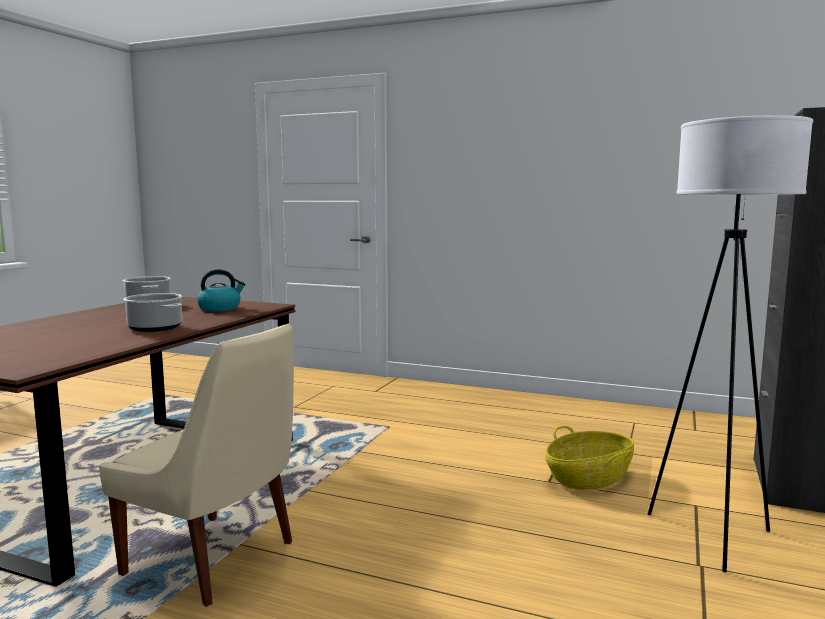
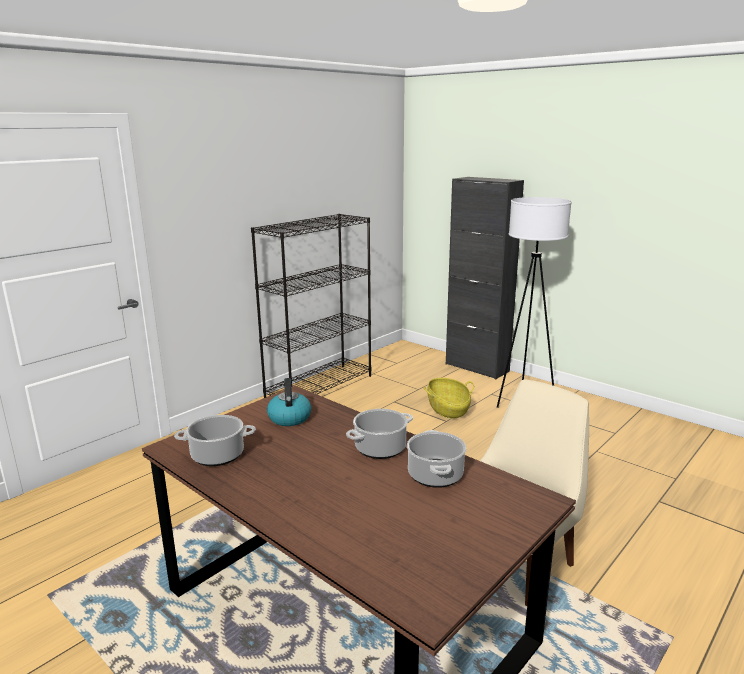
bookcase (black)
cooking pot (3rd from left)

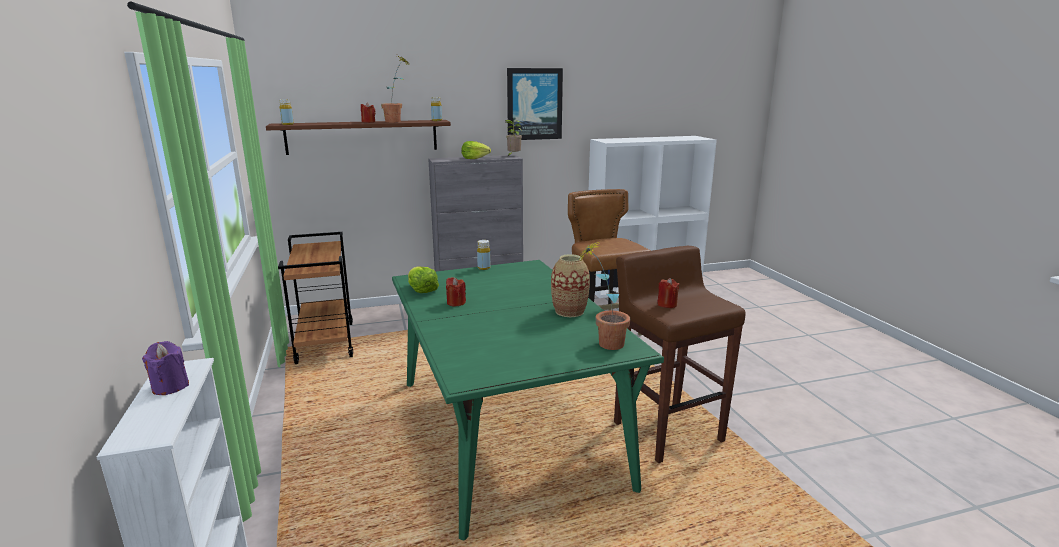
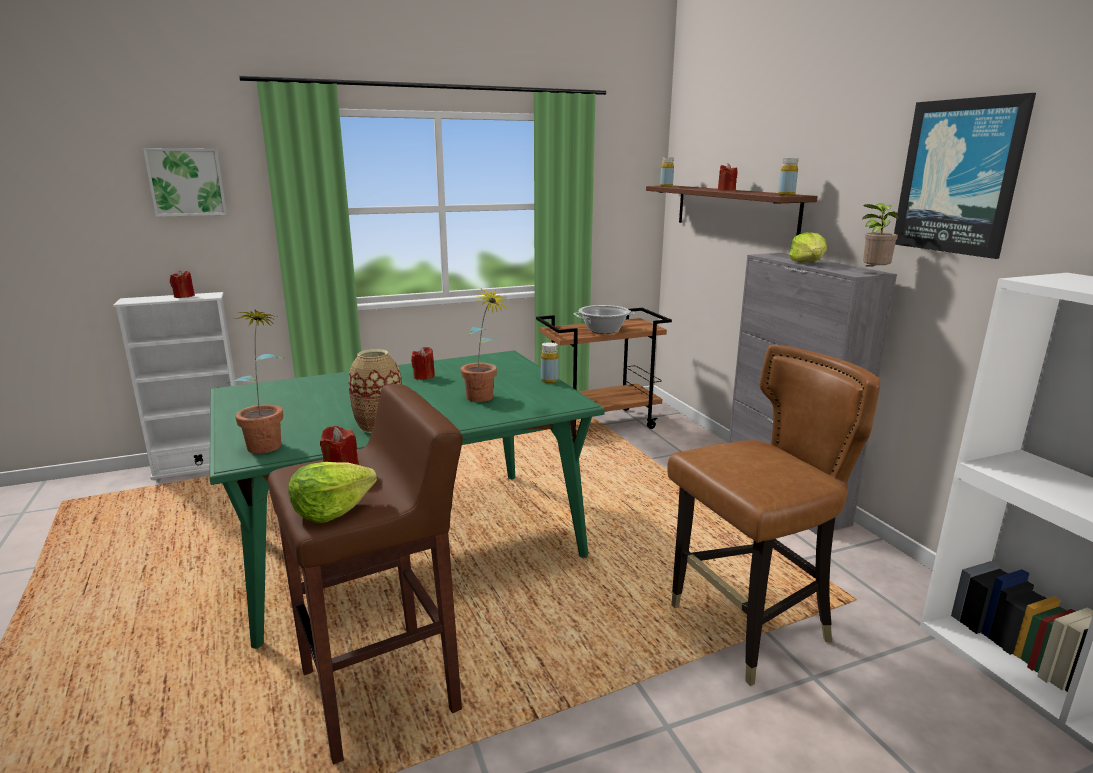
picture (1st from left)
candle (red) (1st from left)
lettuce (1st from left)
potted plant (2nd from left)
cooking pot

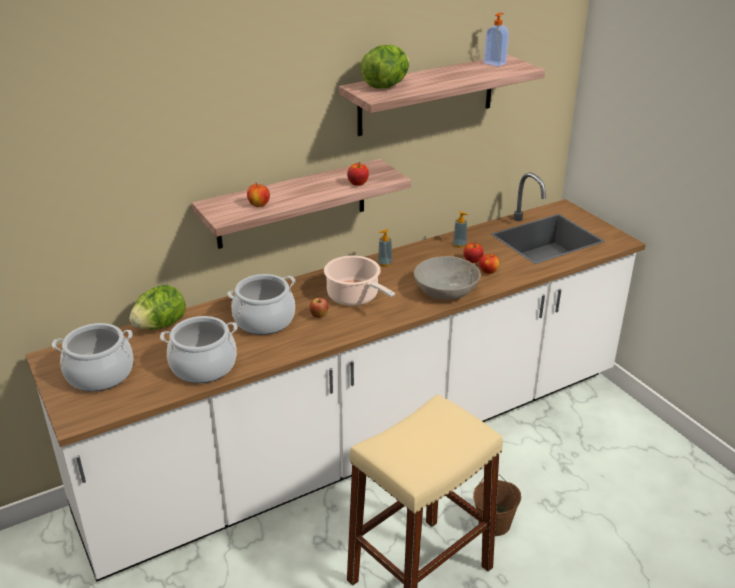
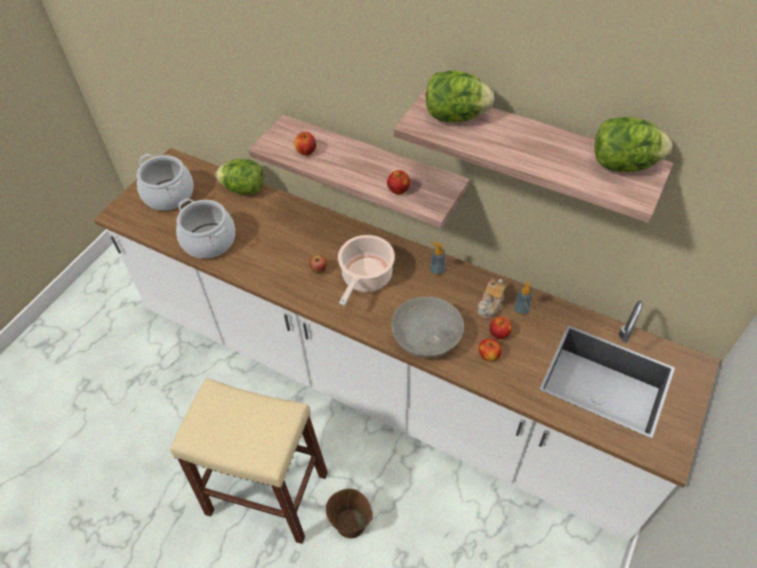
teapot
lettuce (3rd from left)
cooking pot (3rd from left in the first image)

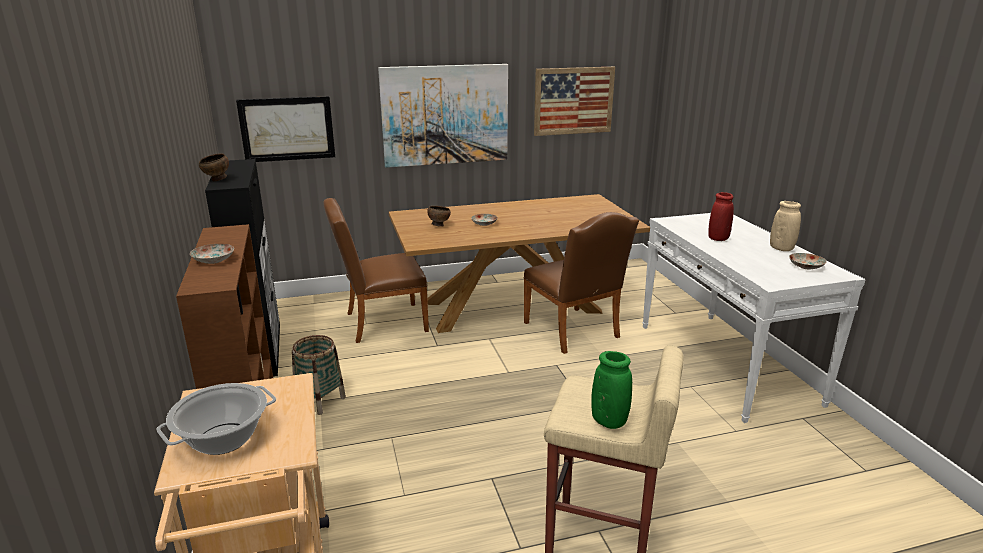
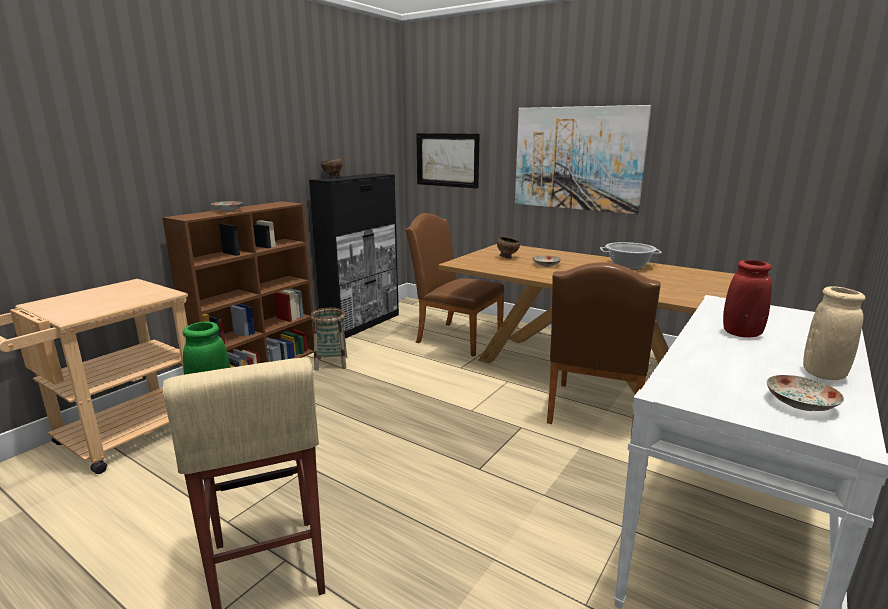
cooking pot
picture (3rd from left in the first image)

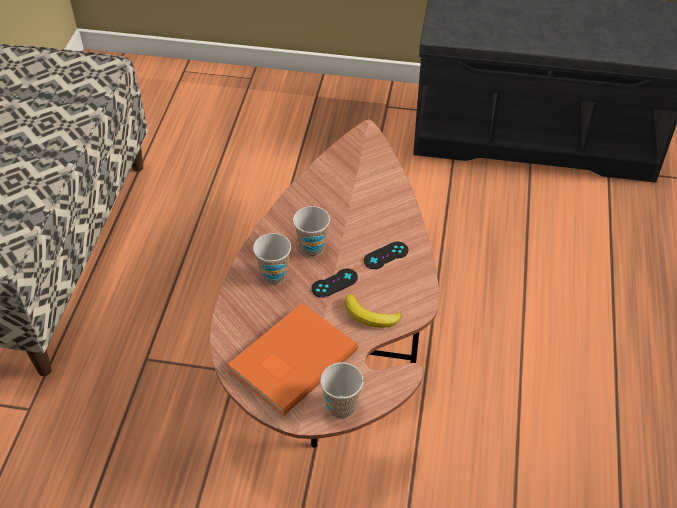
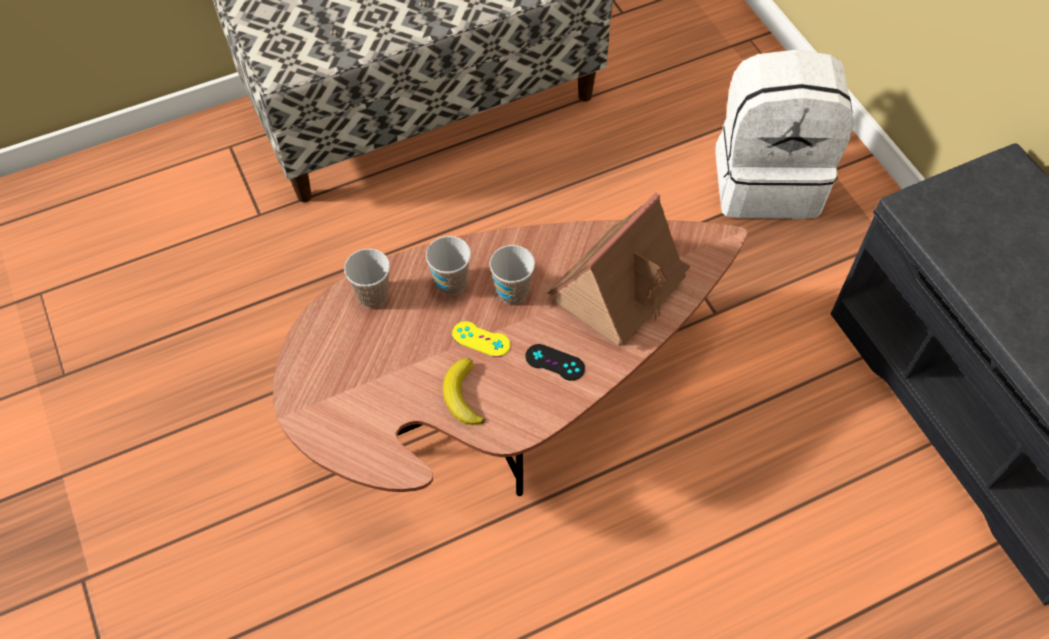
cup (1st from left)
game controller (yellow)
toy house
backpack (white)
book (orange)

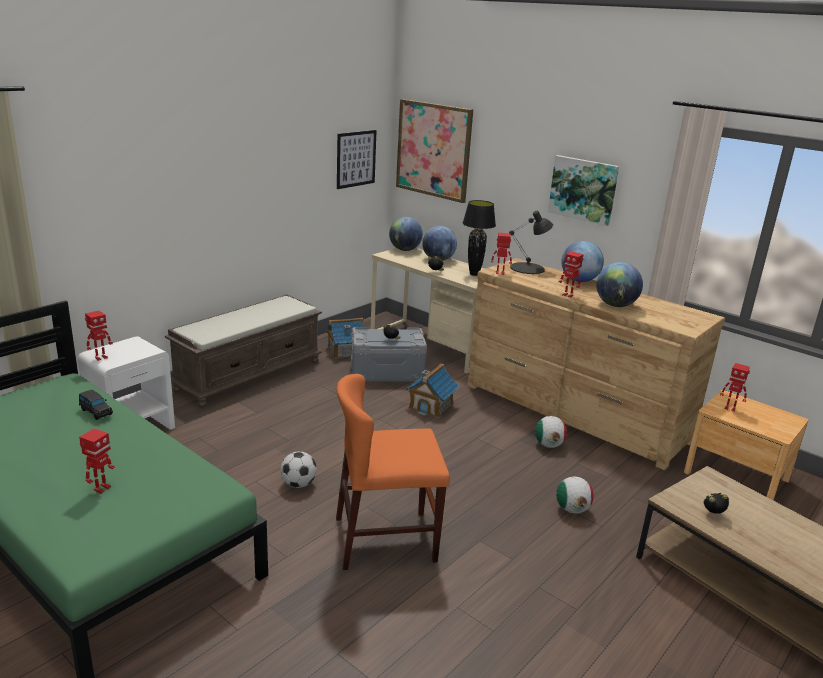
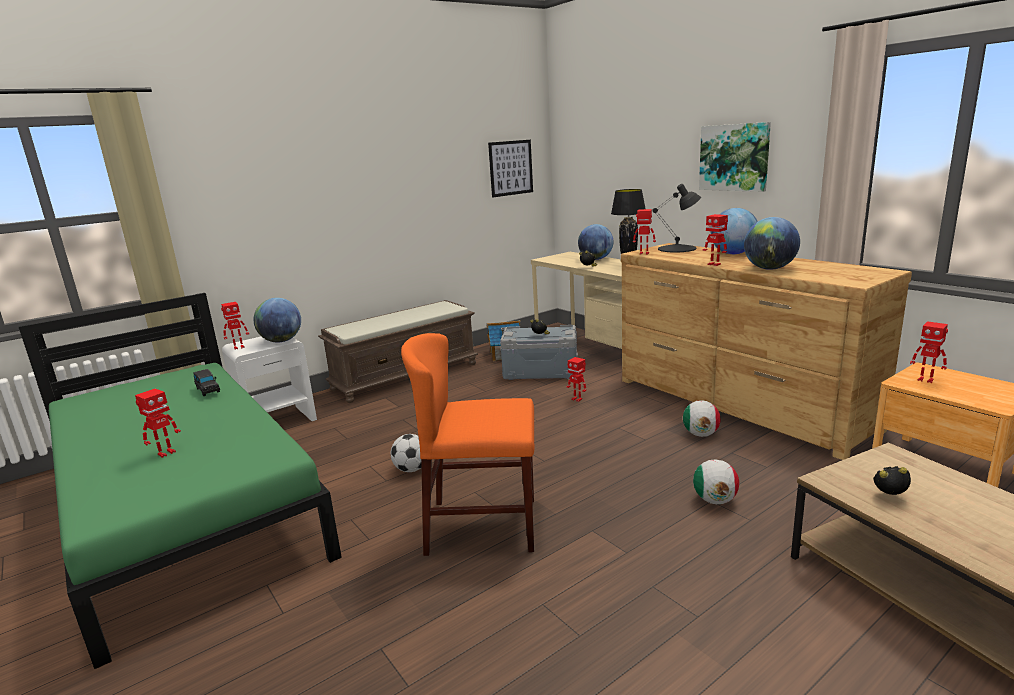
globe (1st from left)
toy robot (3rd from left)
picture (2nd from left in the first image)

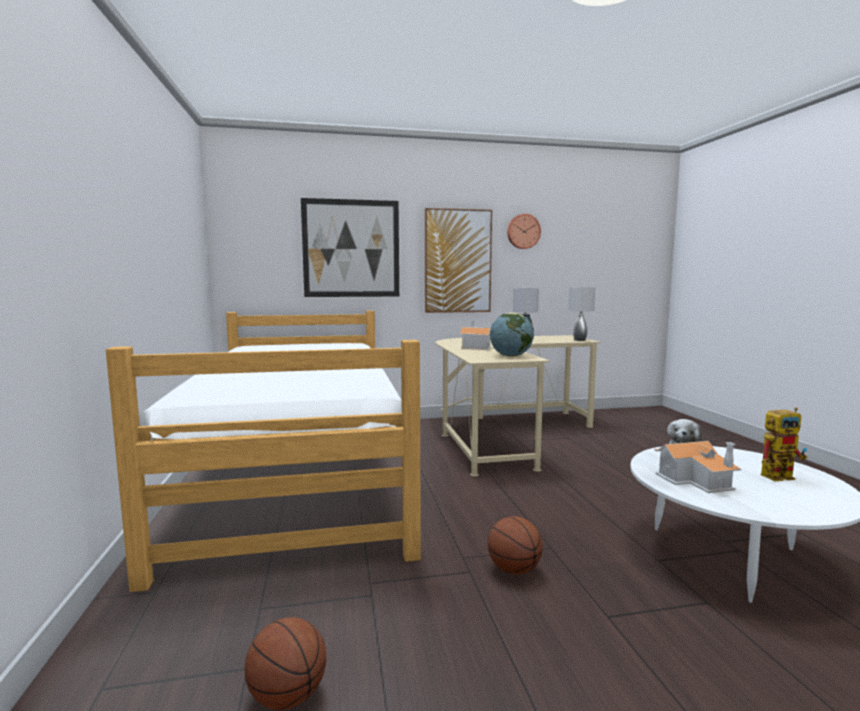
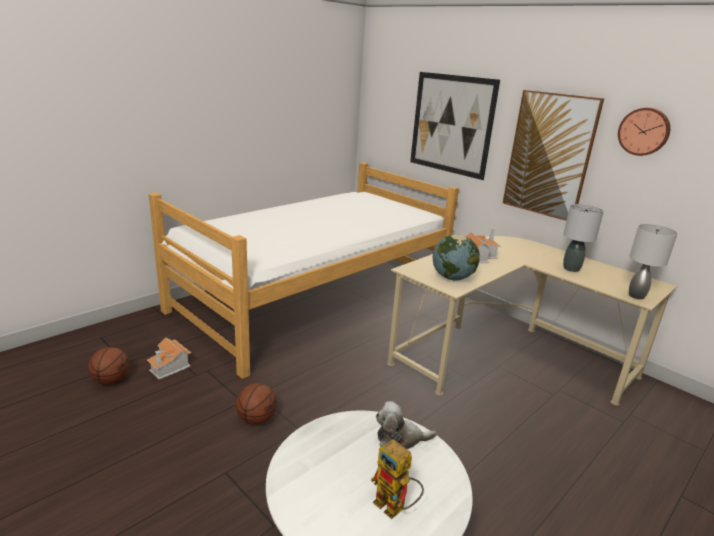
toy house (1st from left)

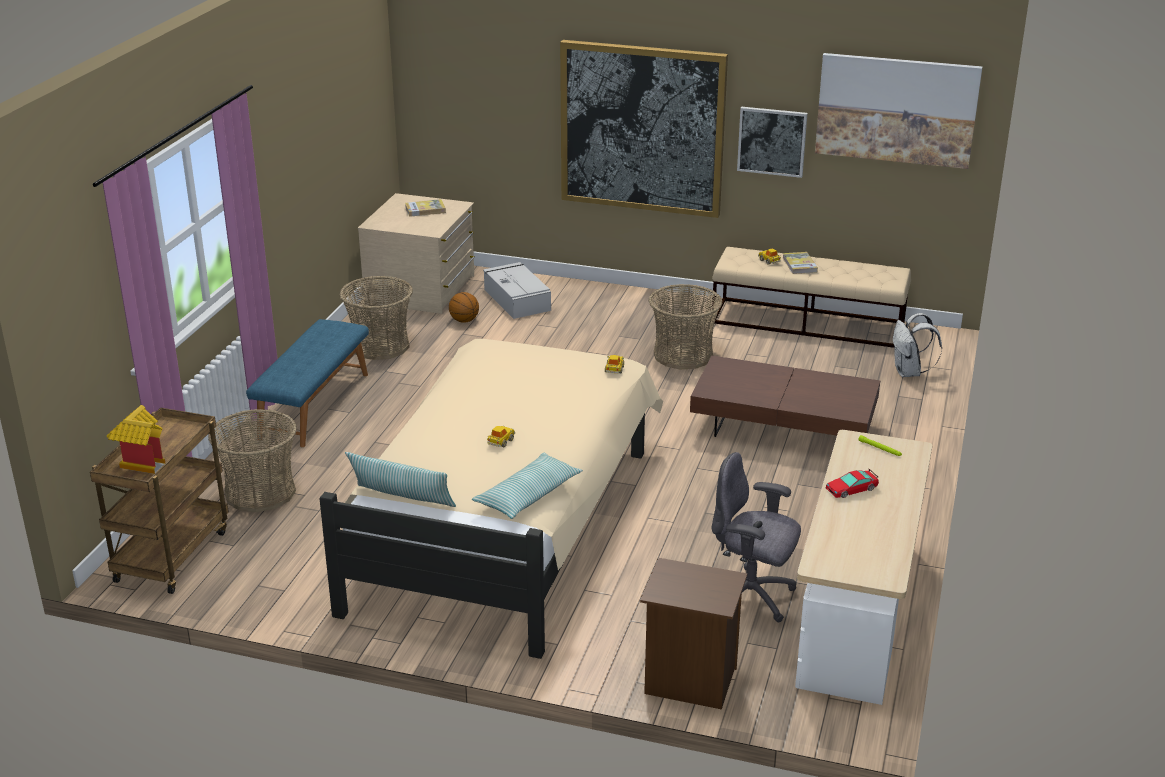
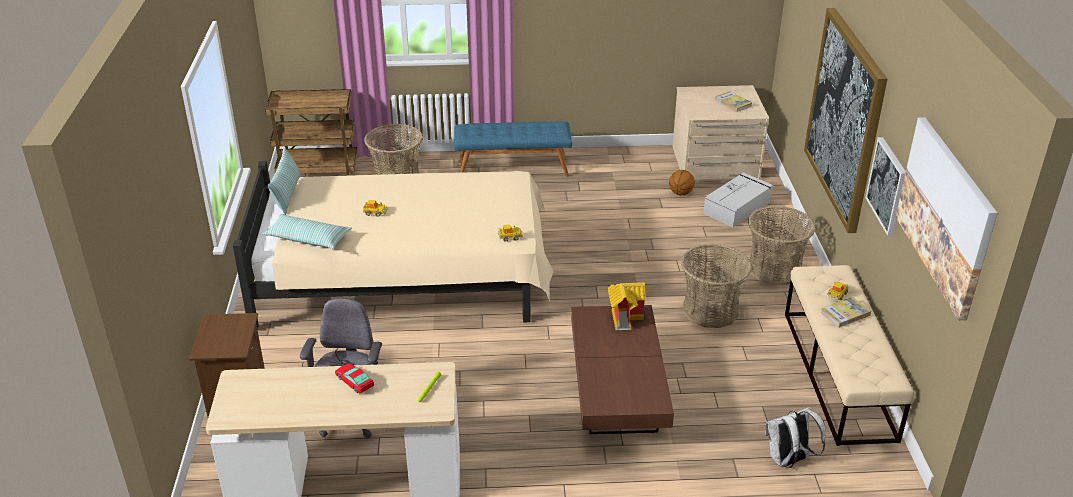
toy house
basket (3rd from left)

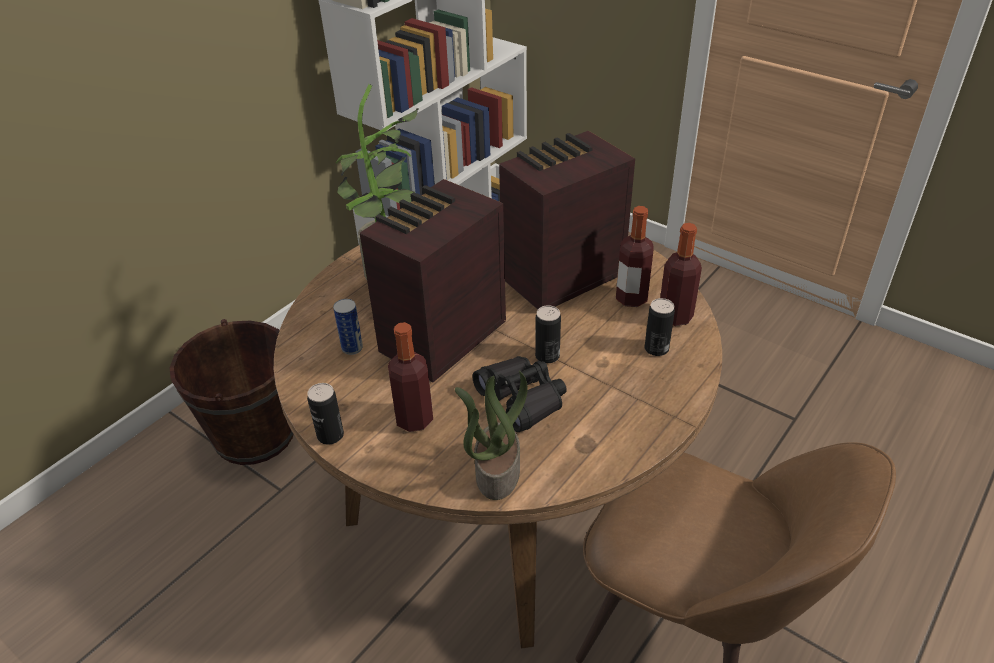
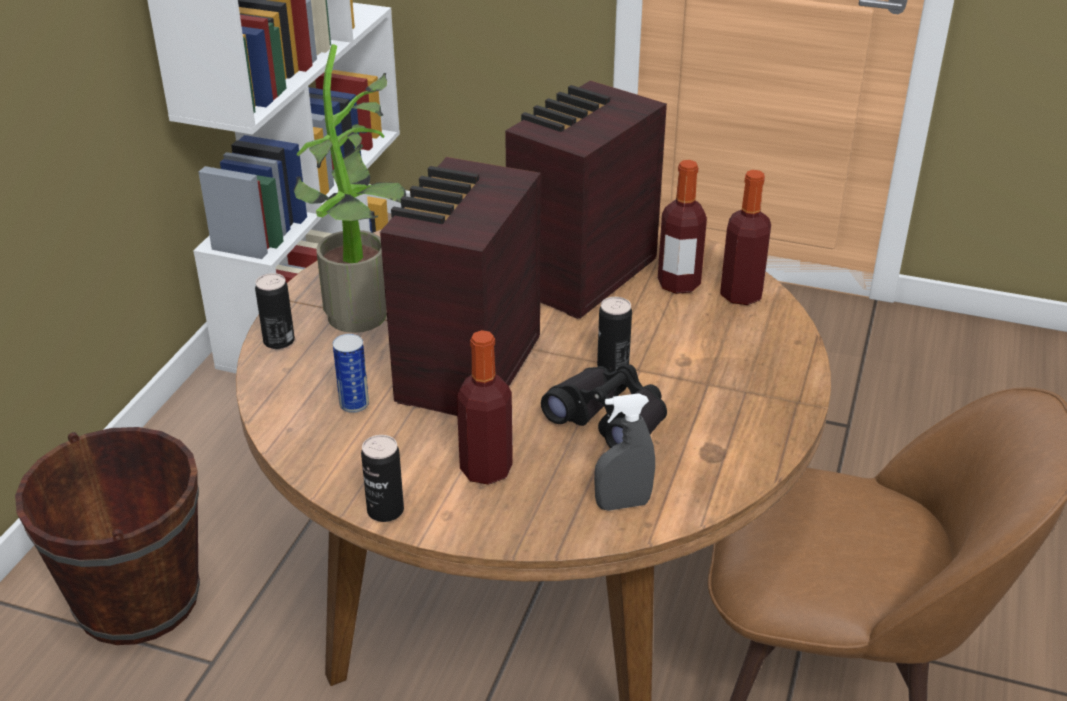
can (1st from left)
spray bottle (grey)

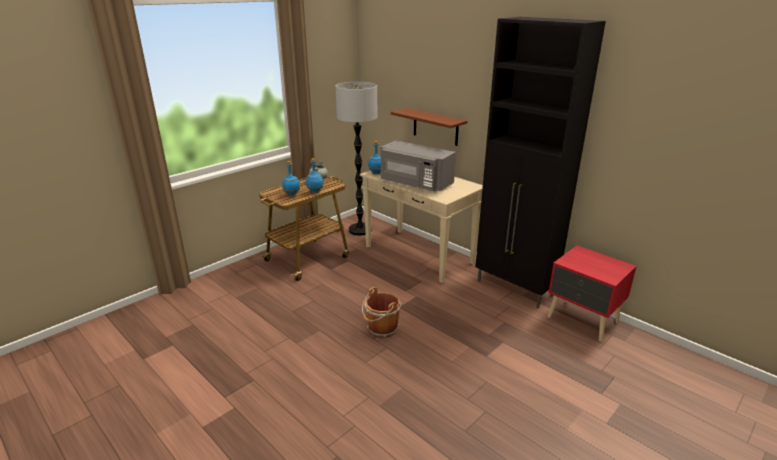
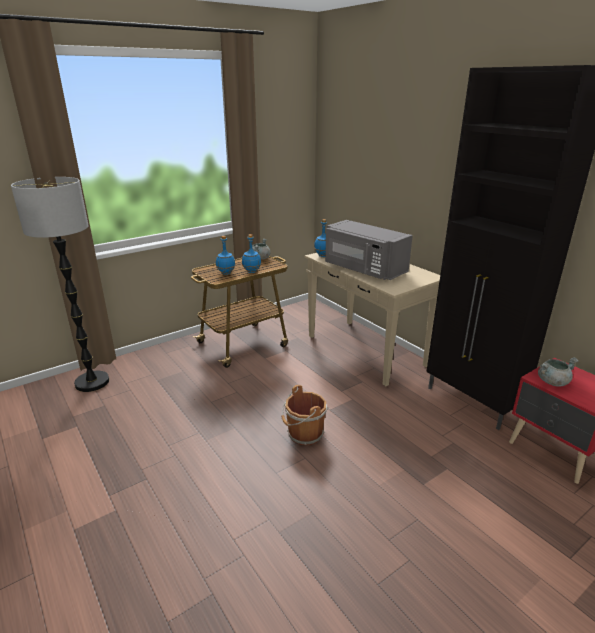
floor lamp
cooking pot (grey) (2nd from left)
shelf (brown)

